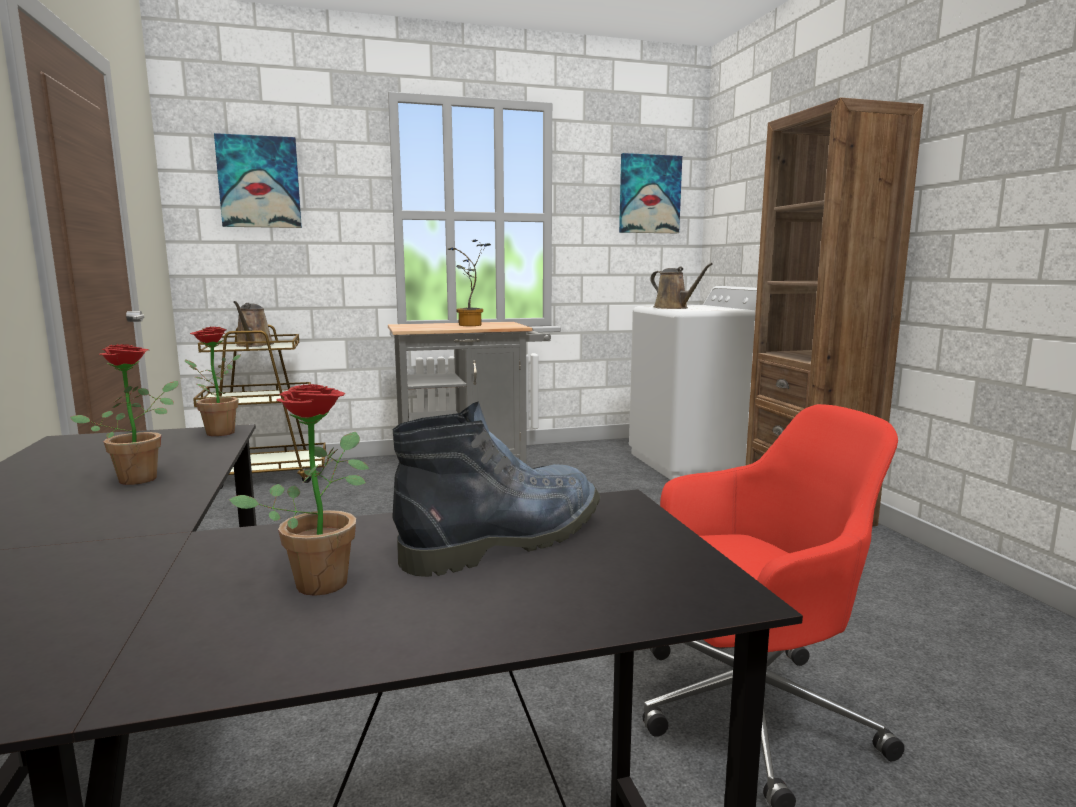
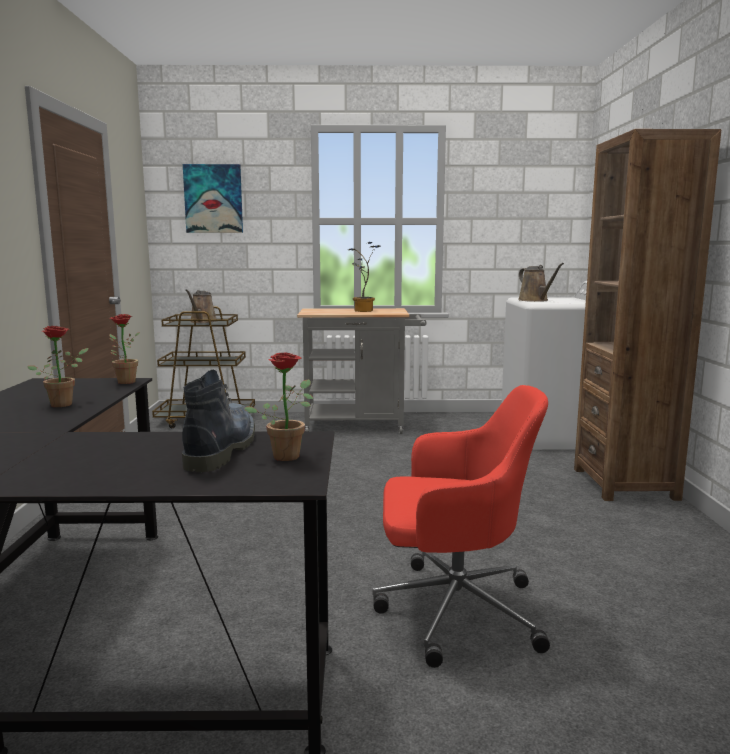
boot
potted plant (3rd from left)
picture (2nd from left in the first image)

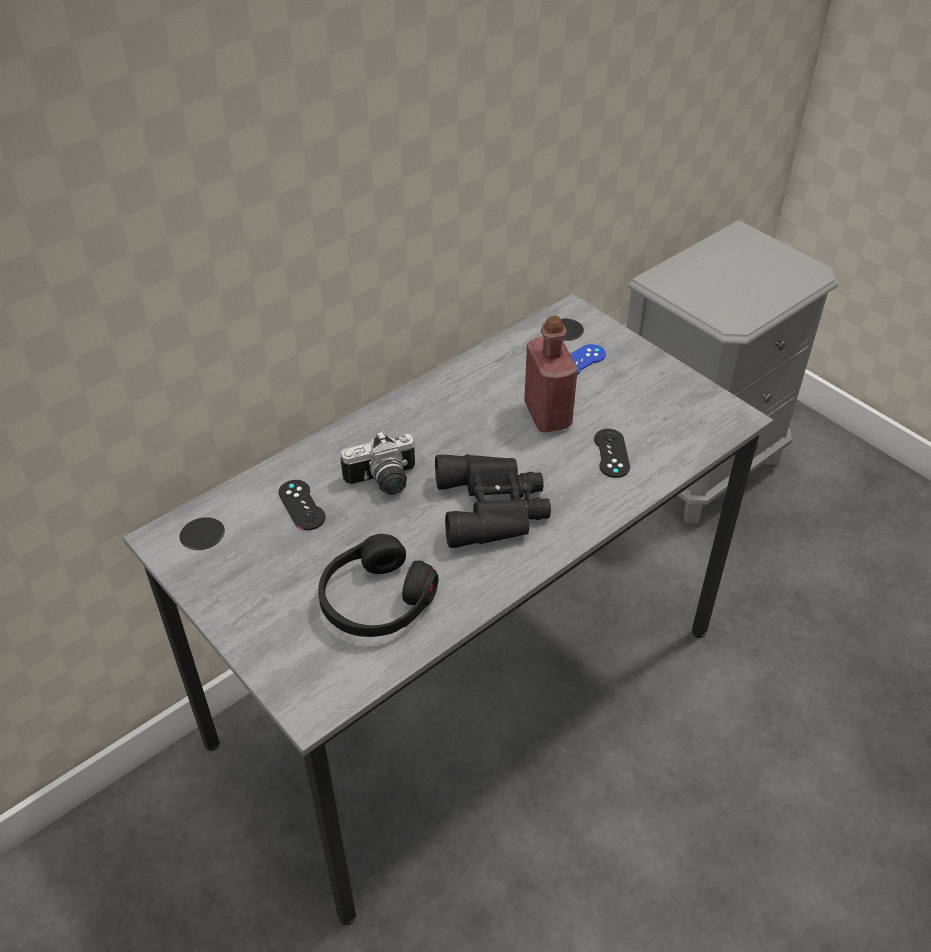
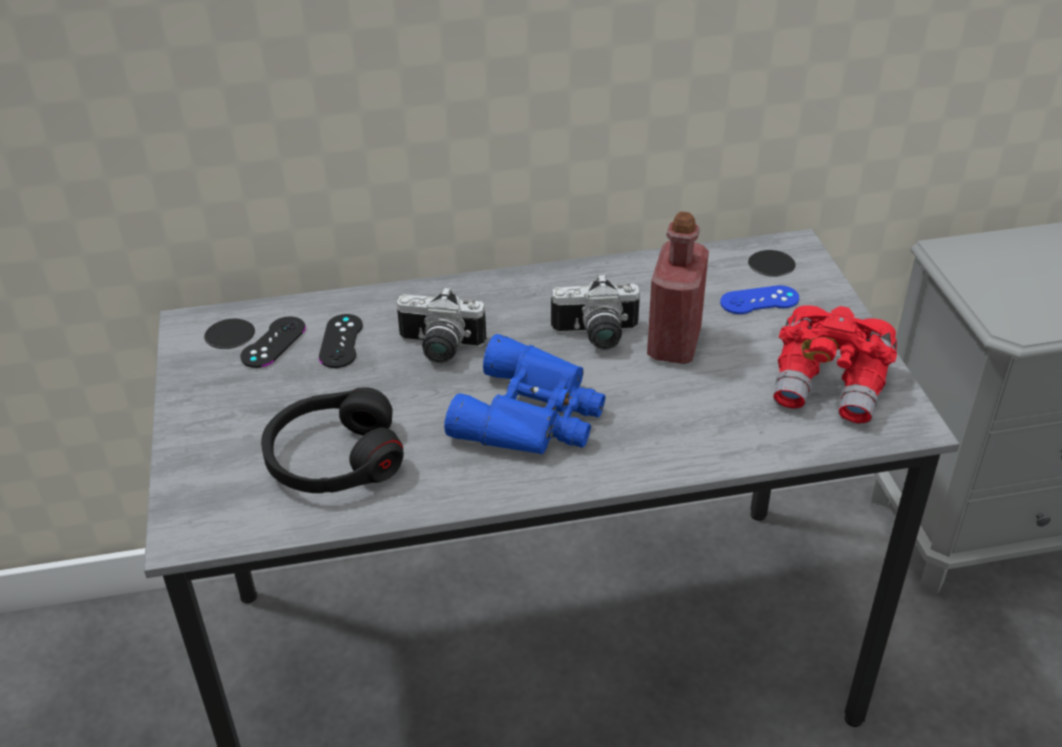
game controller (black) (1st from left)
binoculars (blue)
photo camera (2nd from left)
binoculars (red)

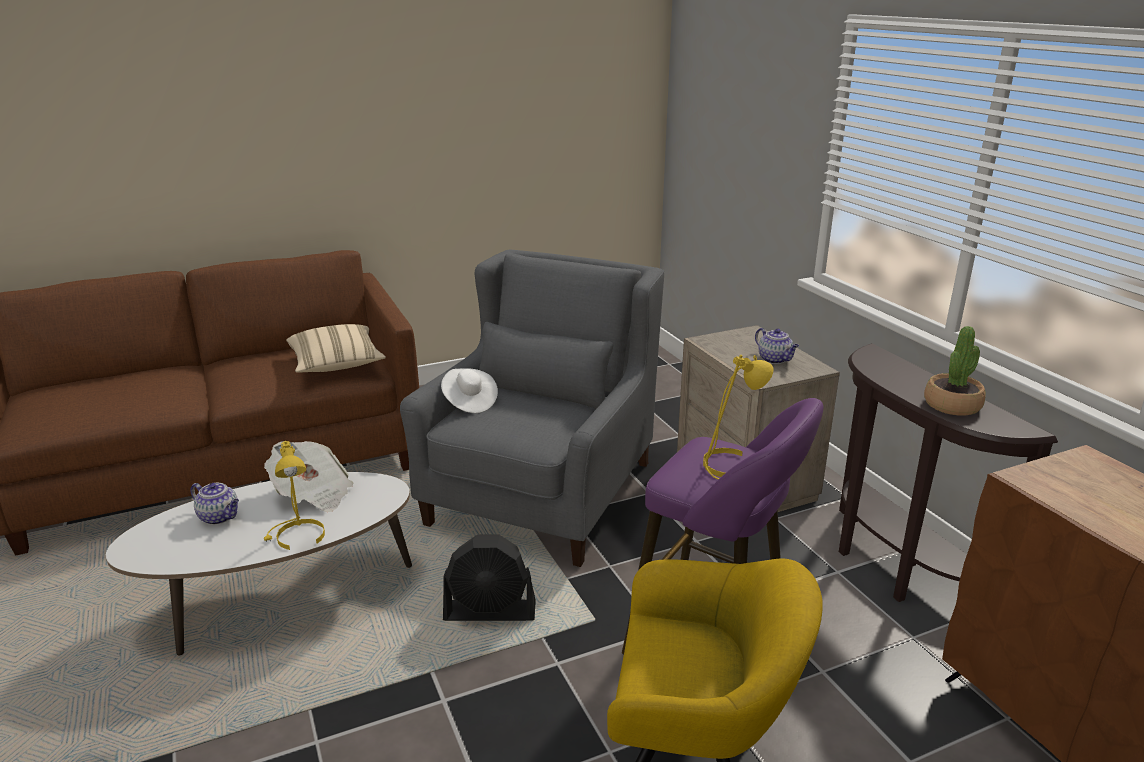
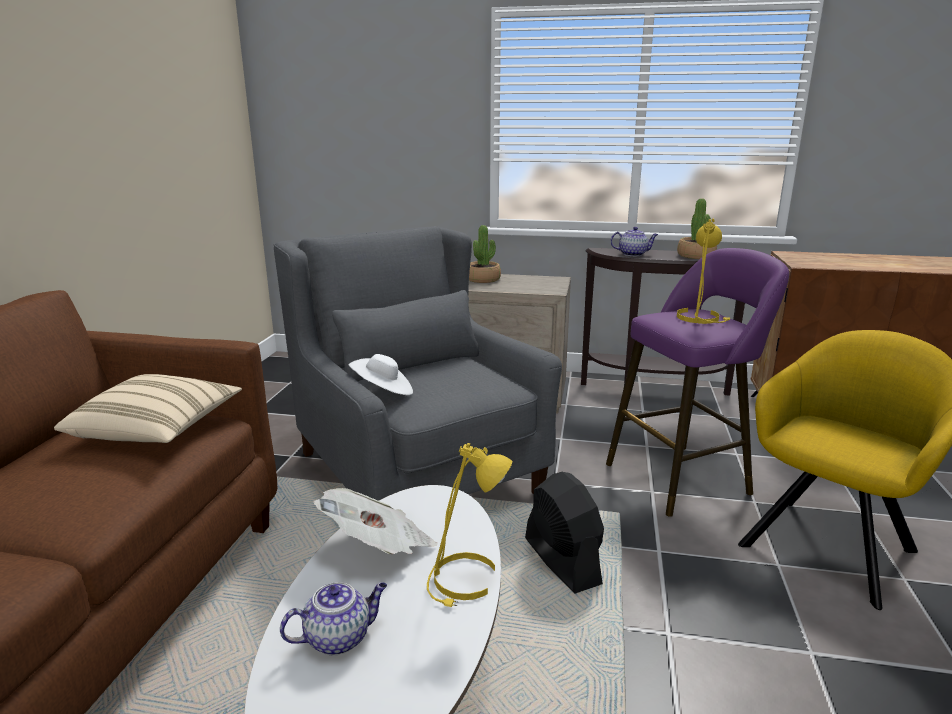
potted plant (1st from left)
fan (black)
teapot (2nd from left)

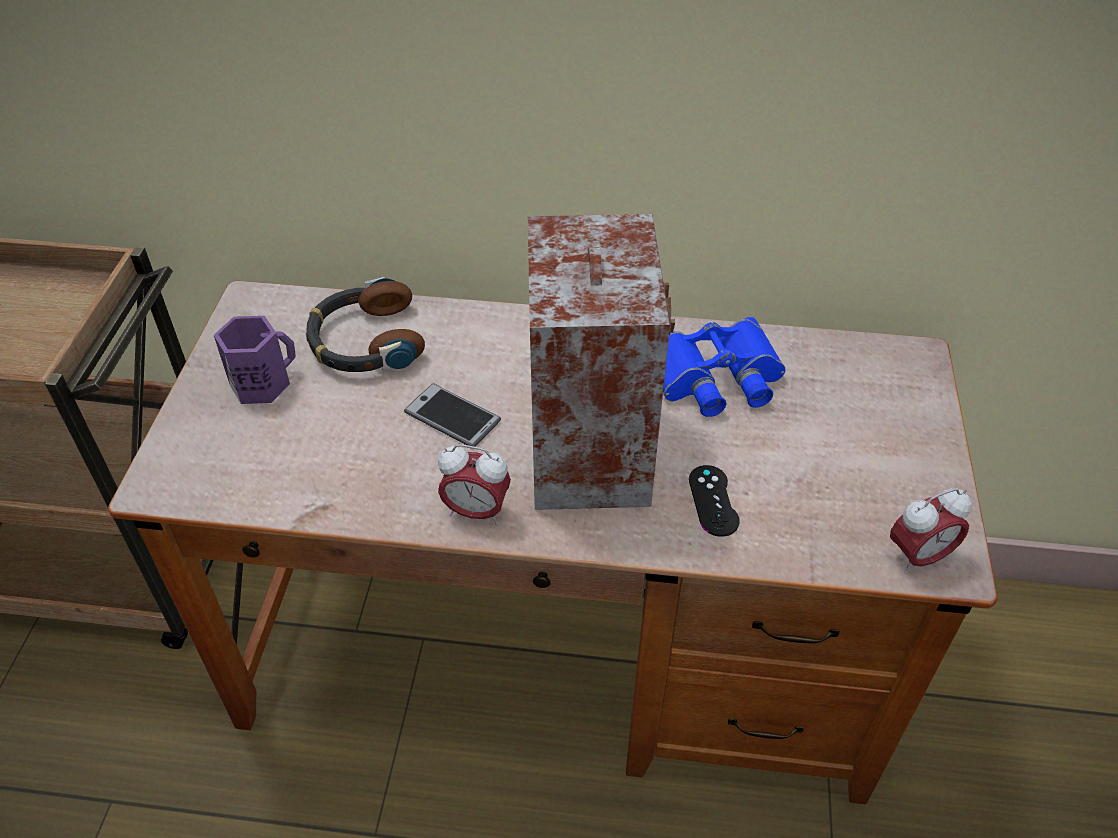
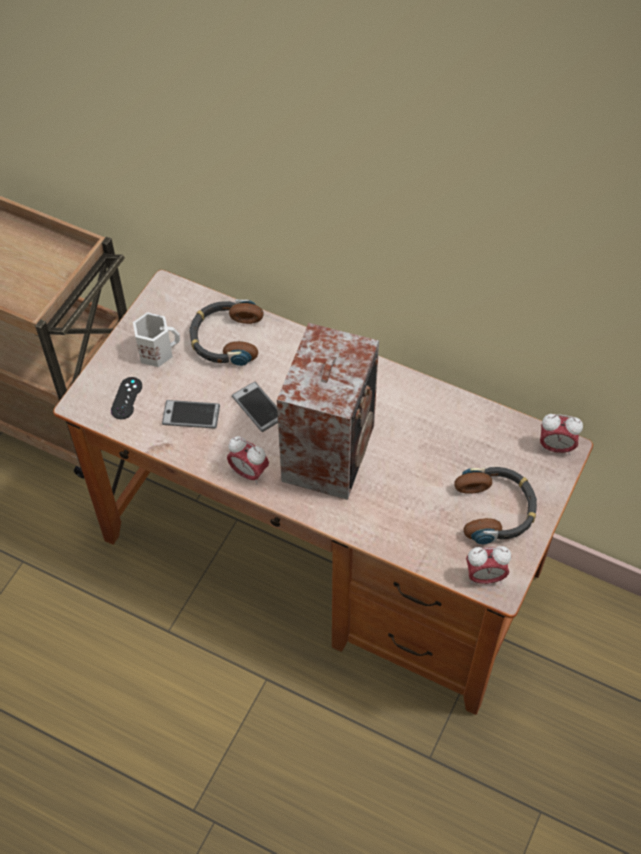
game controller (black)
mug (white)
phone (1st from left)
headphones (2nd from left)
alarm clock (3rd from left)
binoculars (blue)

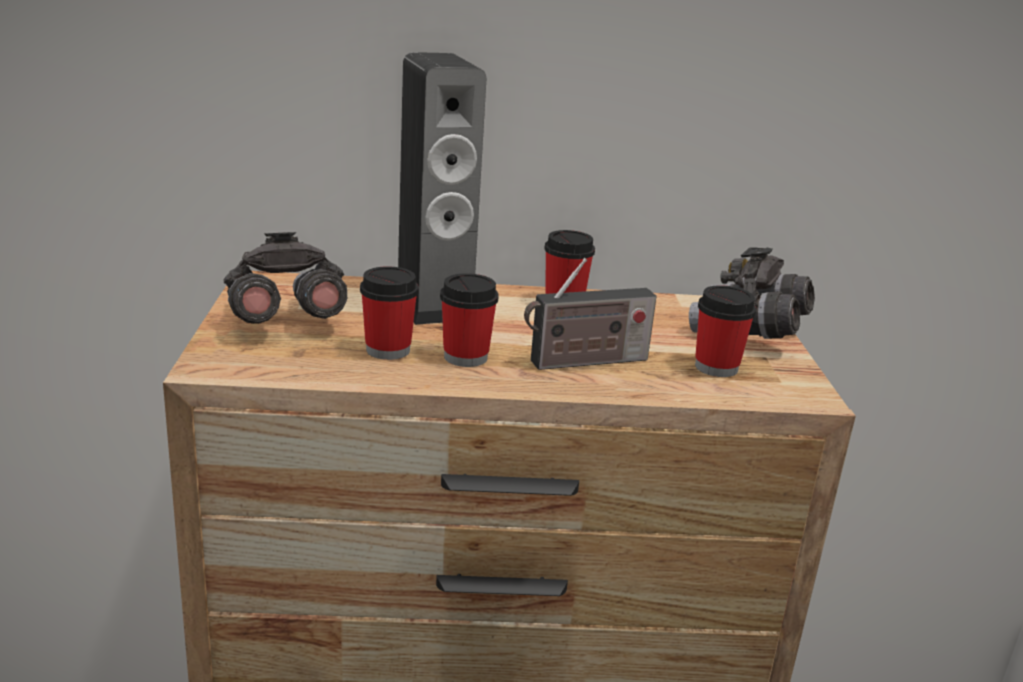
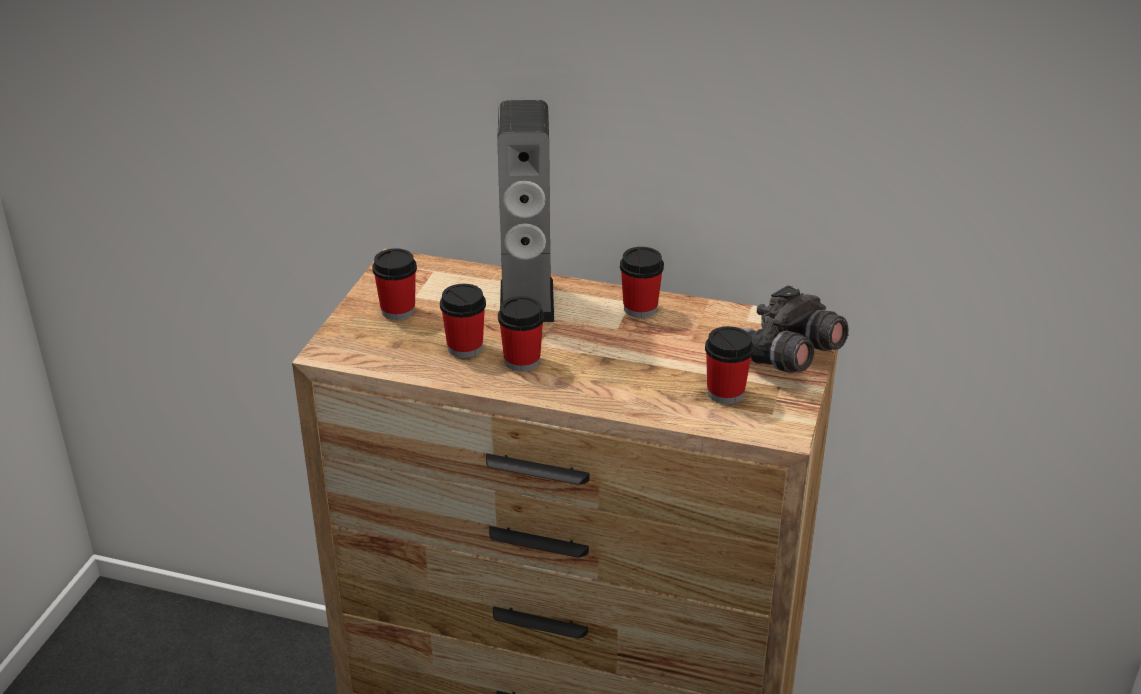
cup (1st from left)
radio

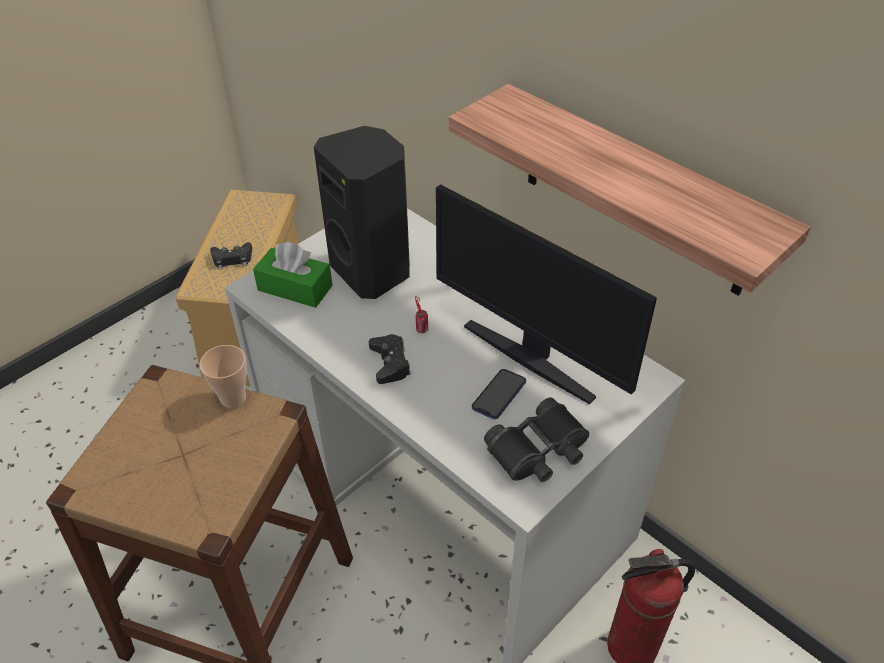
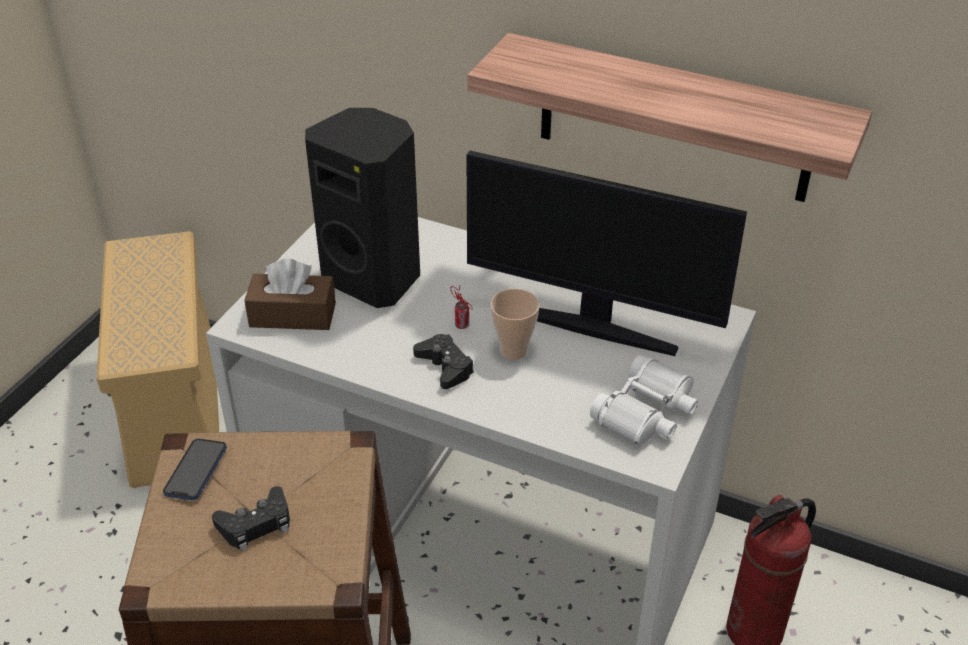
phone
game controller (black) (1st from left)
tissue box (brown)
cup
binoculars (white)

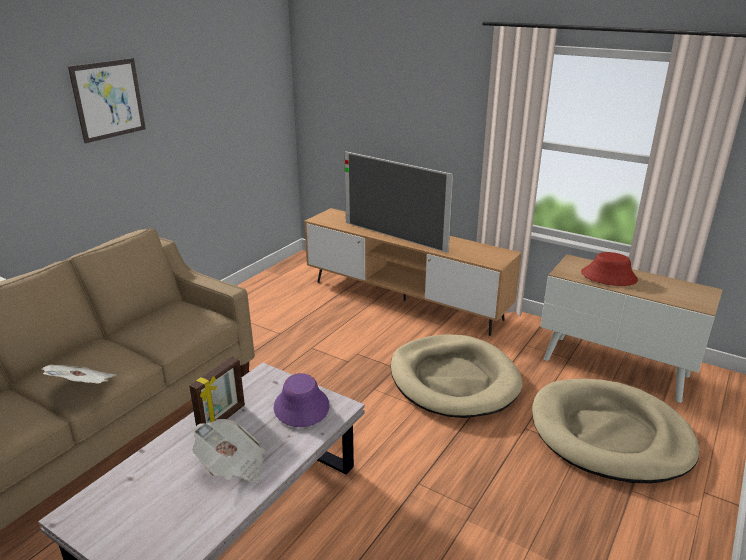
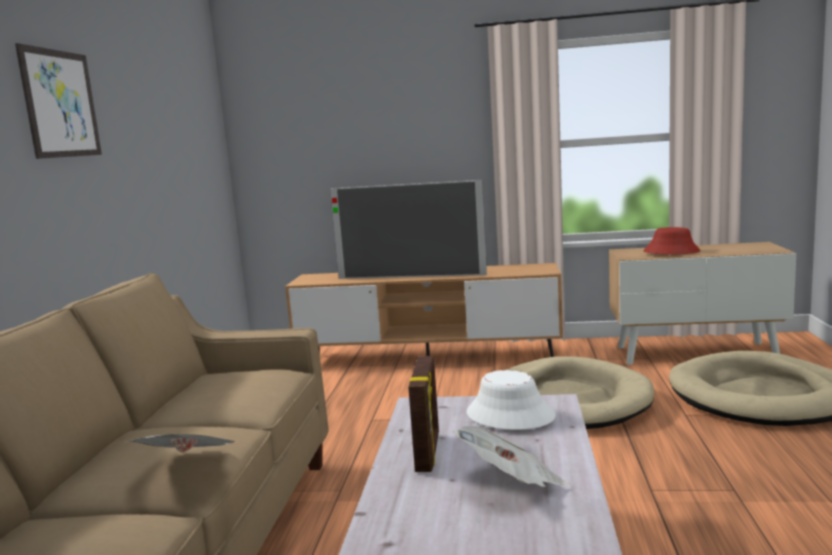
hat (white)

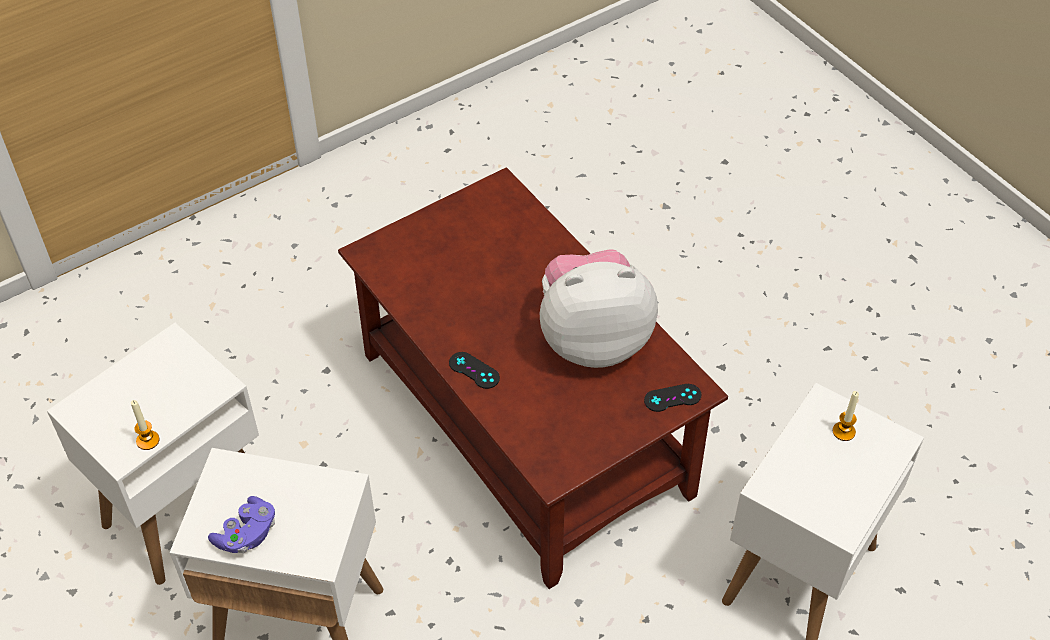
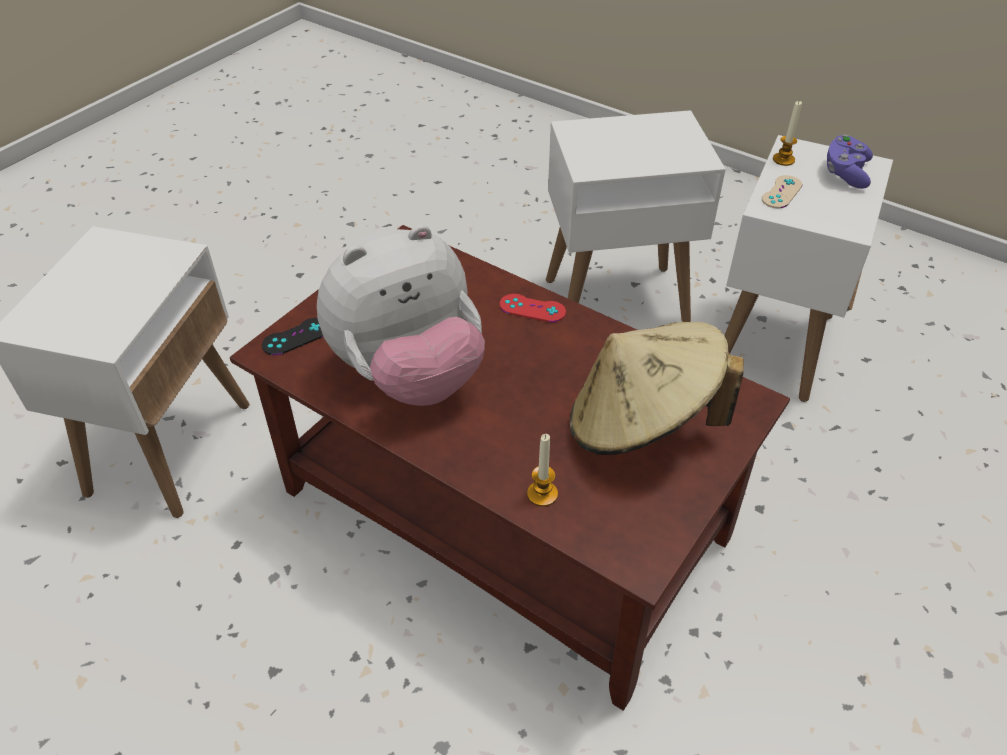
game controller (red)
candle (1st from left)
hat (beige)
game controller (beige)
game controller (purple)

